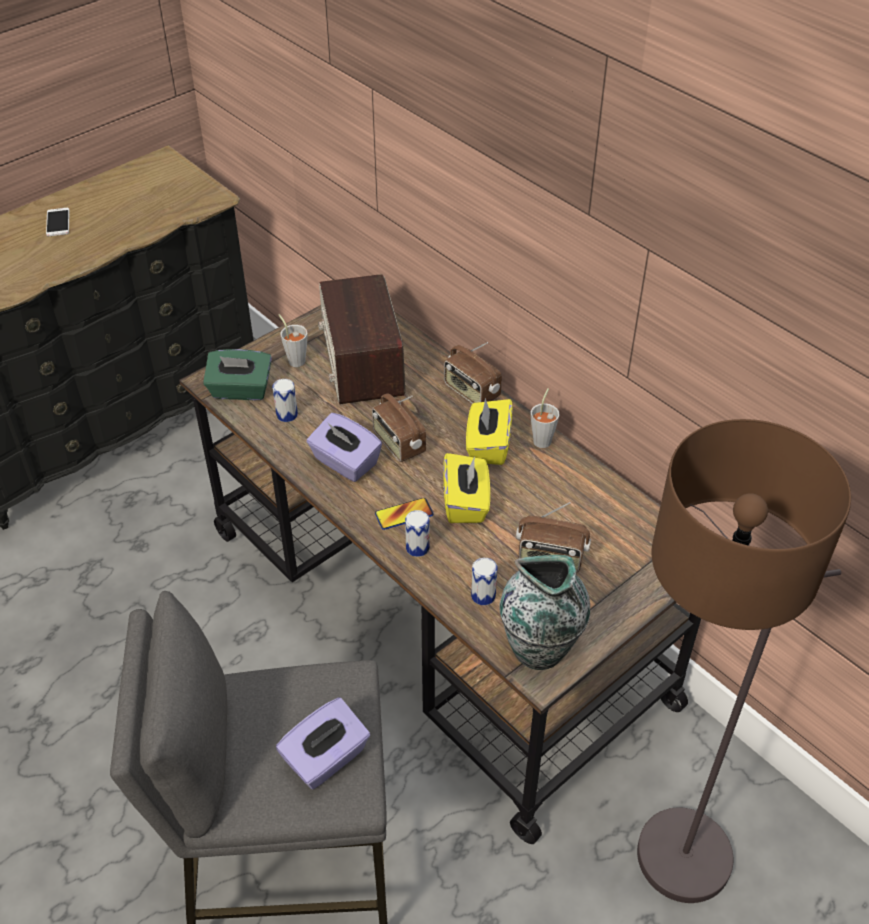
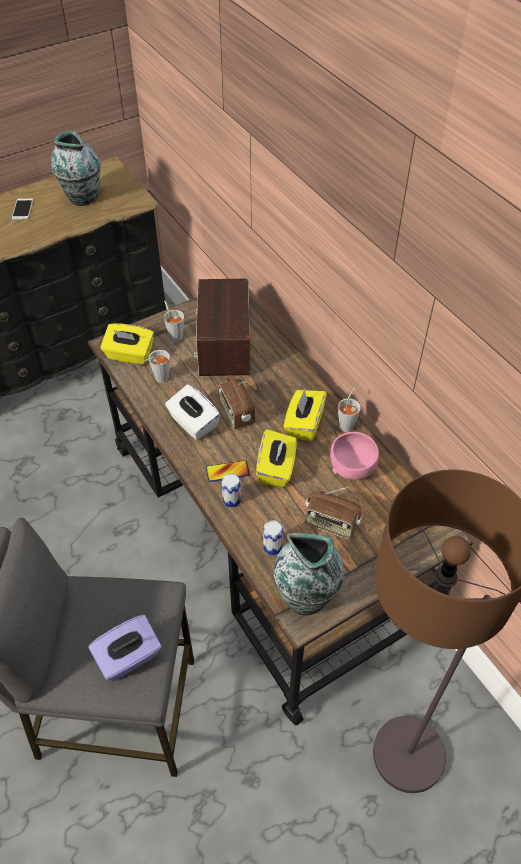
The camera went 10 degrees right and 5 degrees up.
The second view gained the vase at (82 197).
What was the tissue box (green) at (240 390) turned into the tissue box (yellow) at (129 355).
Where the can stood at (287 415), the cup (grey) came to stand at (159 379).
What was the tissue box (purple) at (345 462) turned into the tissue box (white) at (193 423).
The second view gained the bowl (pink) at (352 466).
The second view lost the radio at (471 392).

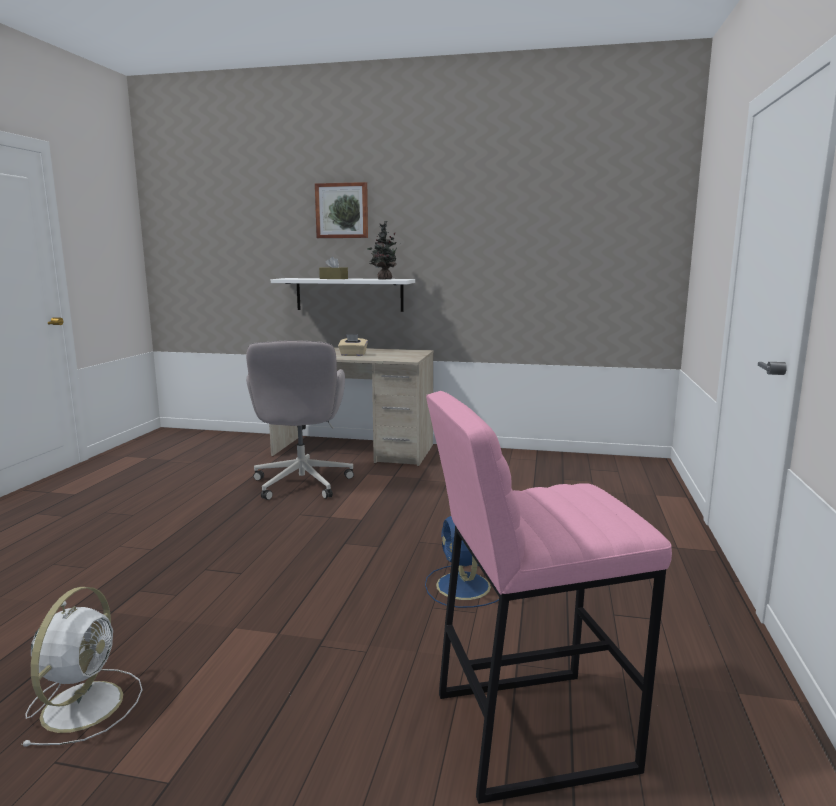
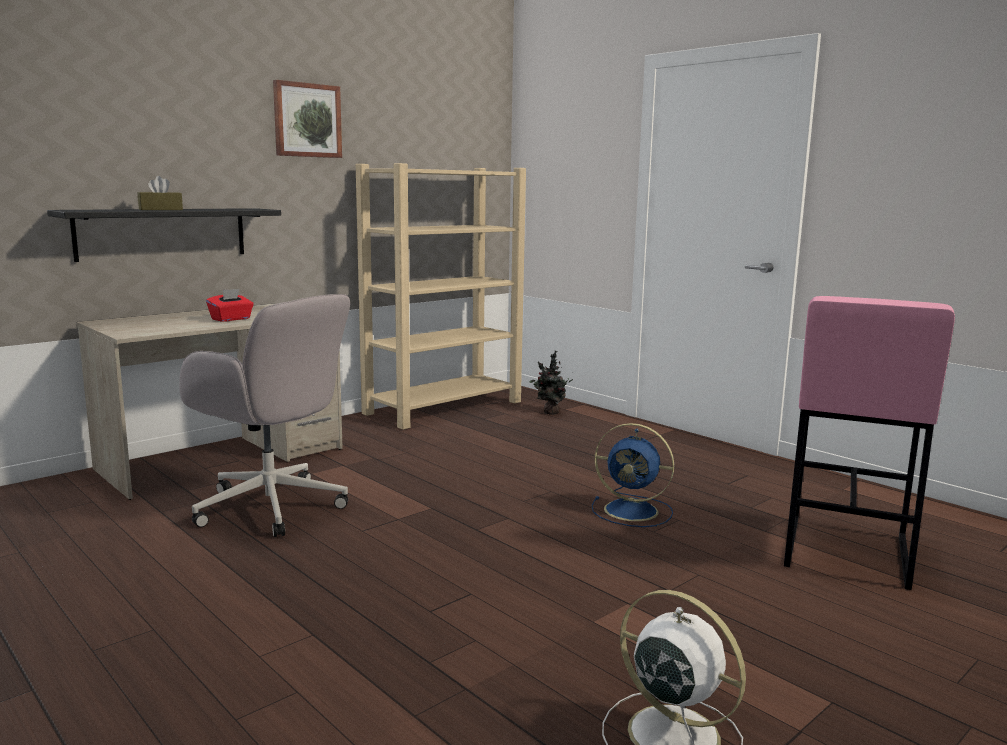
The camera went 55 degrees left and 0 degrees up.
What was the shelf (white) at (349 294) turned into the shelf (black) at (162 233).
What was the tissue box (beige) at (353 355) turned into the tissue box (red) at (231 319).
The picture ended up elsewhere, having gone from (342 210) to (307 120).
The second view gained the bookcase (beige) at (443 407).
The potted plant ended up elsewhere, having gone from (383 279) to (550 413).

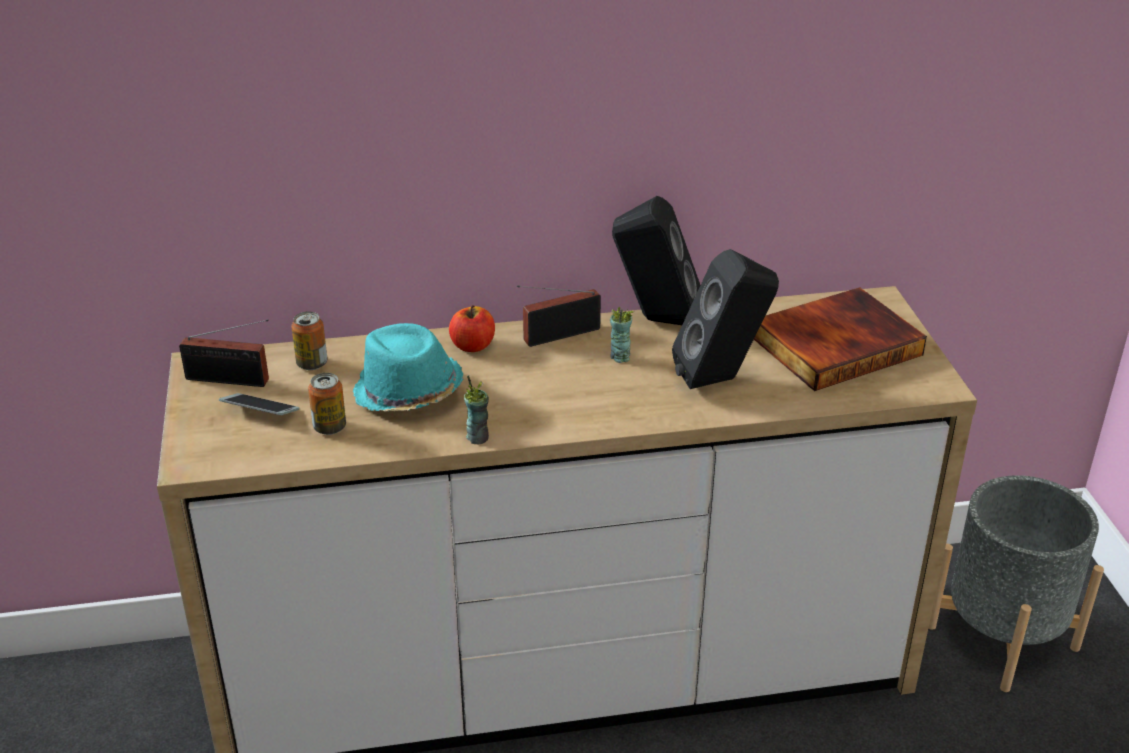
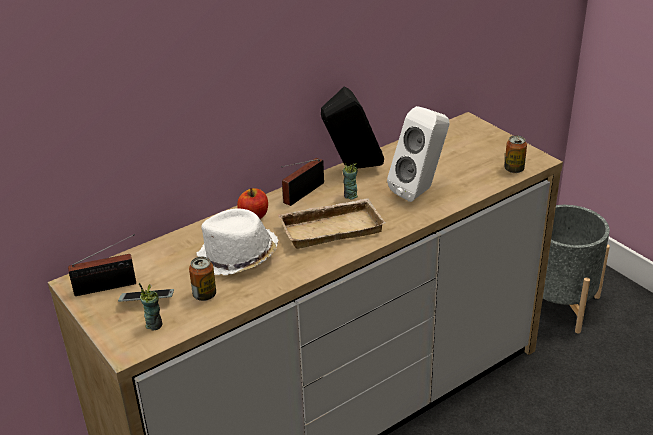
The camera went 25 degrees left and 0 degrees up.
The cup ended up elsewhere, having gone from (478 437) to (154 324).
What was the hat (turquoise) at (407 393) turned into the hat (white) at (237 257).
The second view gained the tray (beige) at (331 227).
What was the speaker (black) at (722 379) turned into the speaker (white) at (420 191).
The can ended up elsewhere, having gone from (312 364) to (514 169).
The second view lost the book at (835 344).

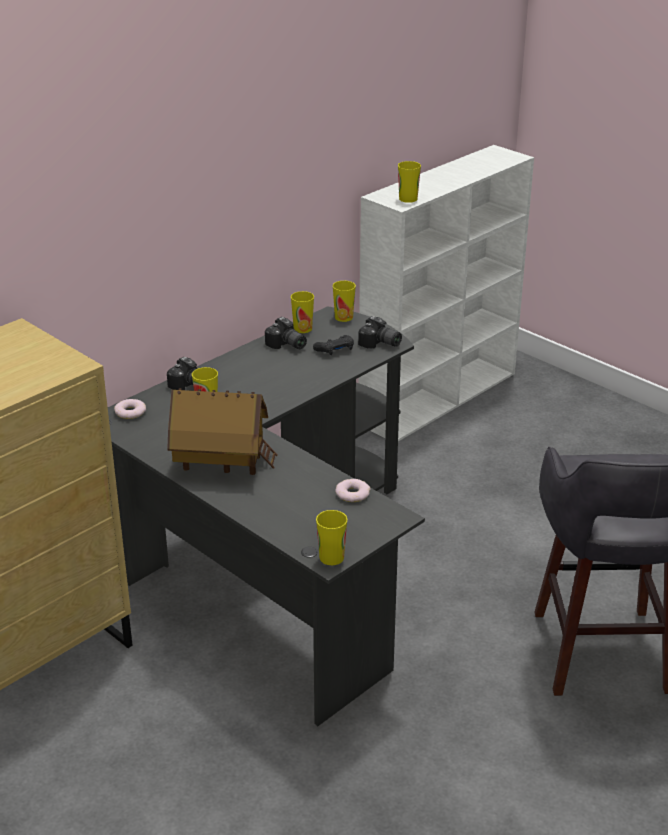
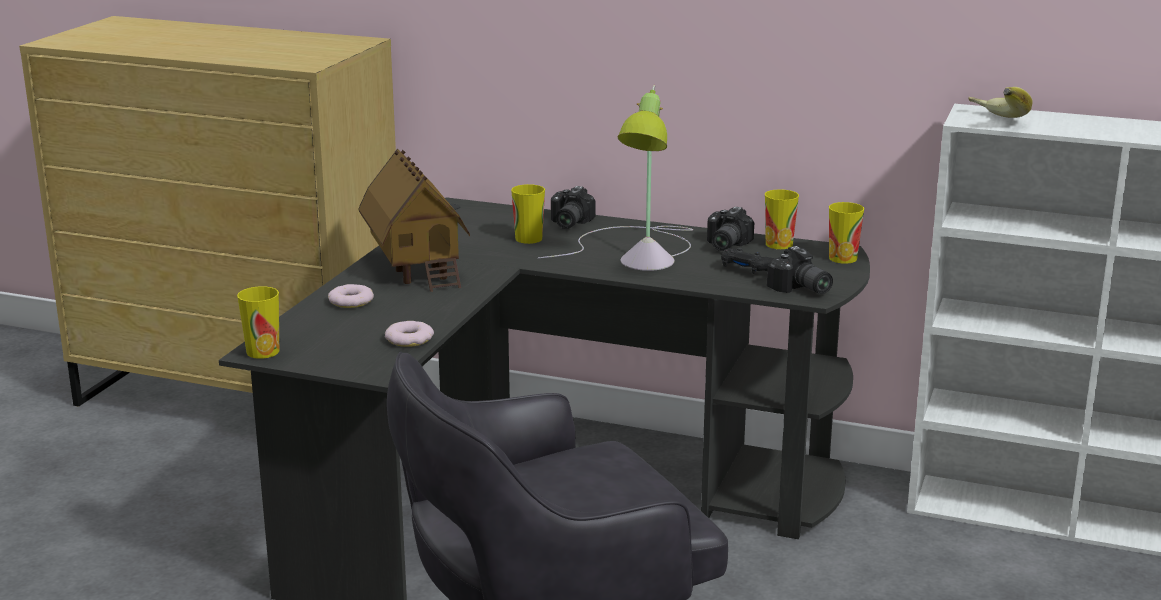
The camera went 65 degrees right and 10 degrees down.
The donut ended up elsewhere, having gone from (130 412) to (351 301).
The second view gained the table lamp at (640 253).
The photo camera at (380 344) ended up facing another way, 45 degrees counterclockwise from before.
Where the cup stood at (408 199), the banana came to stand at (993 121).

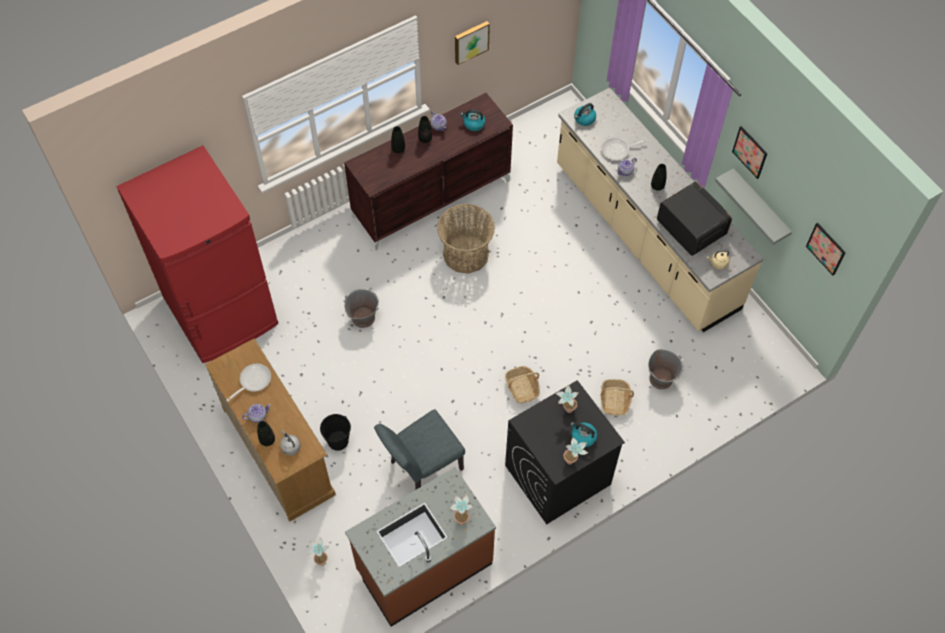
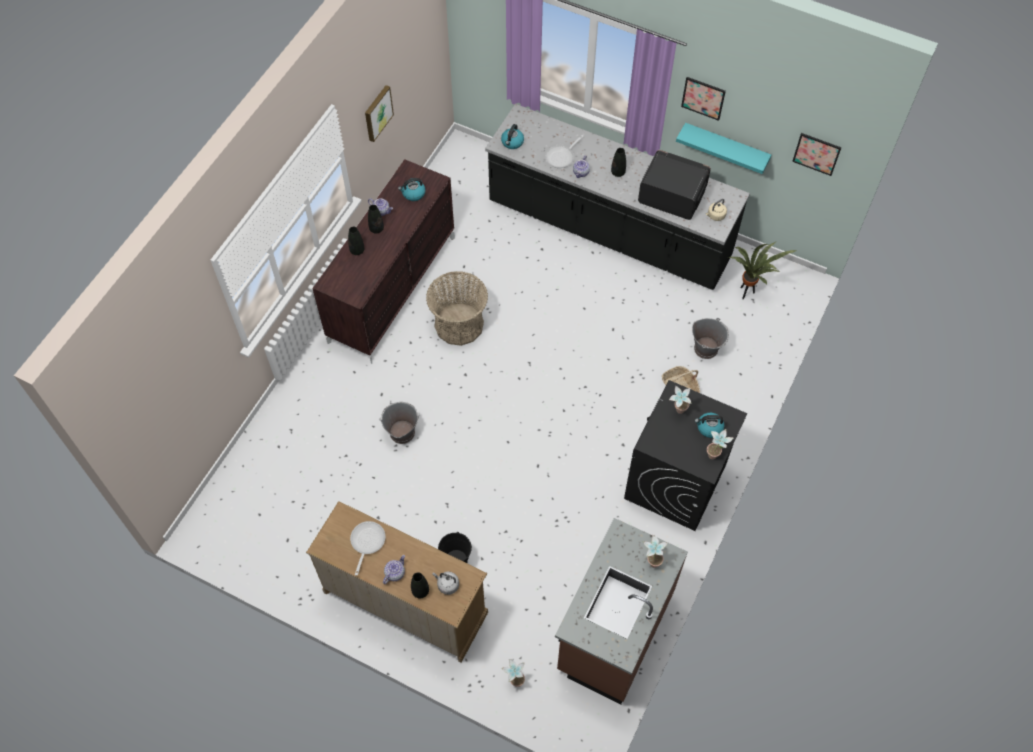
The camera went 30 degrees left and 0 degrees up.
What was the counter (beige) at (644 237) turned into the counter (black) at (609 231).
What was the shelf (grey) at (759 207) turned into the shelf (turquoise) at (726 147).
The second view gained the potted plant at (747 293).
The second view lost the fridge (red) at (221 311).
The second view lost the chair (grey) at (421 468).
The second view lost the basket at (522 388).

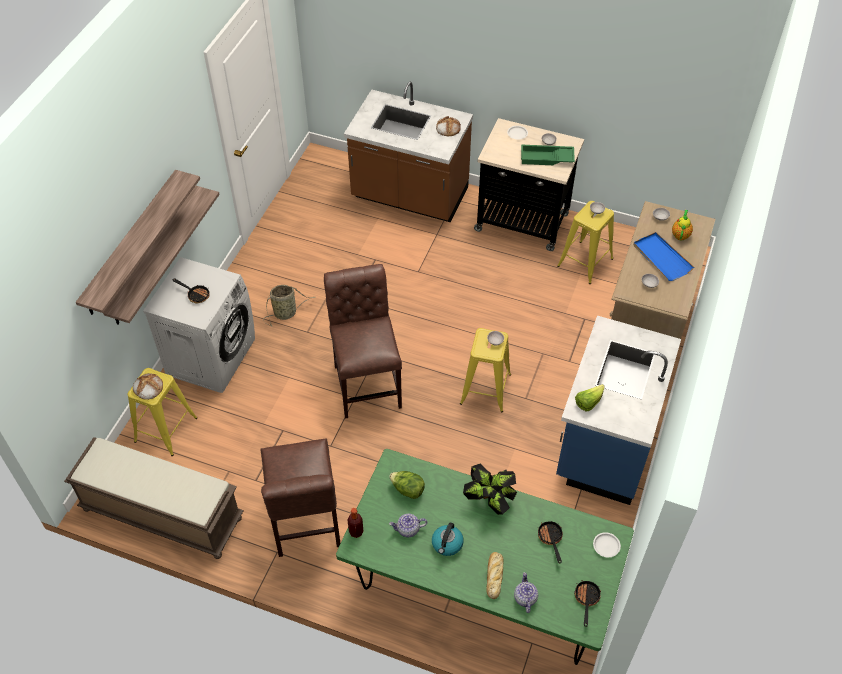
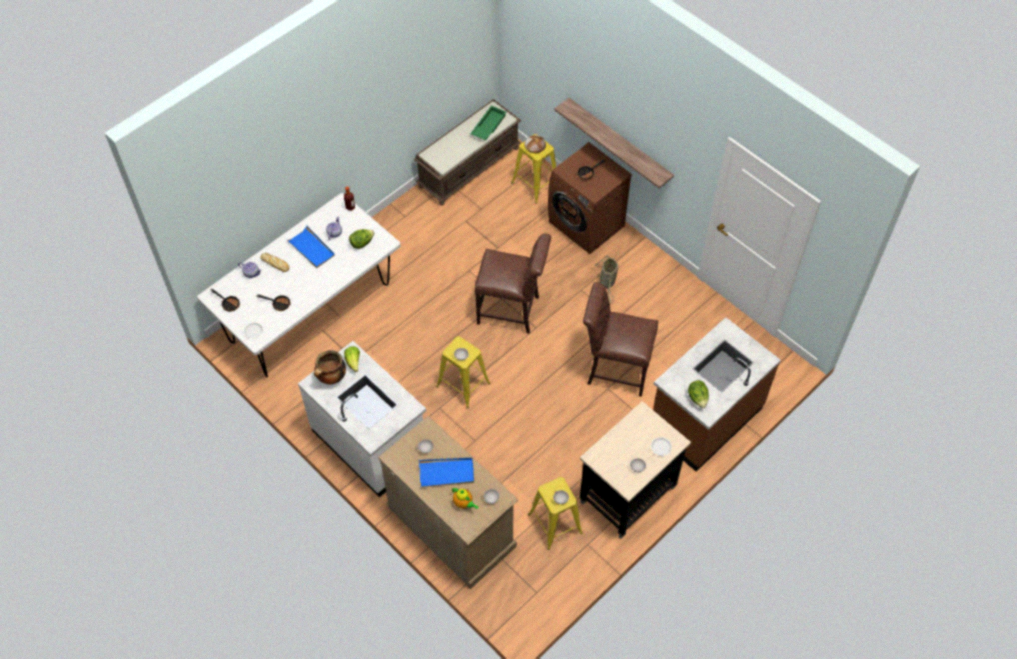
The camera went 115 degrees right and 5 degrees up.
What was the dining table (green) at (479 590) turned into the dining table (white) at (310 312).
Where the kettle stood at (447 544), the tray (blue) came to stand at (311 248).
What was the counter (blue) at (605 442) turned into the counter (white) at (370 442).
The second view gained the cooking pot at (331 378).
The tray (green) ended up elsewhere, having gone from (546 159) to (488 126).
What was the washing machine (white) at (211 358) turned into the washing machine (brown) at (586 225).
The chair (brown) ended up elsewhere, having gone from (305 524) to (615 369).
Where the bread stood at (447 128), the lettuce came to stand at (697 398).
The second view lost the shelf at (131 243).
The second view lost the potted plant at (489 500).

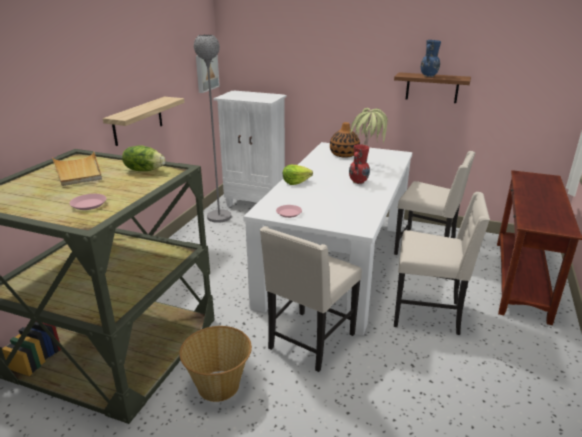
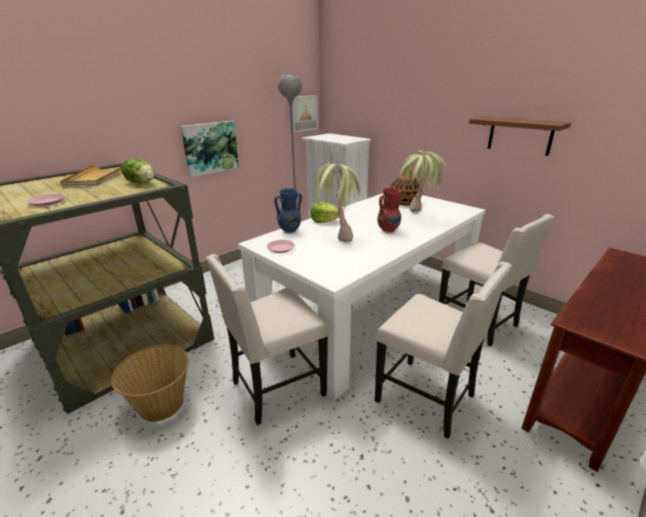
The camera went 25 degrees right and 0 degrees up.
Where the shelf hung at (138 120), the picture came to hang at (210 148).
The vase (blue) ended up elsewhere, having gone from (429 76) to (290 231).
The second view gained the potted plant at (336 235).

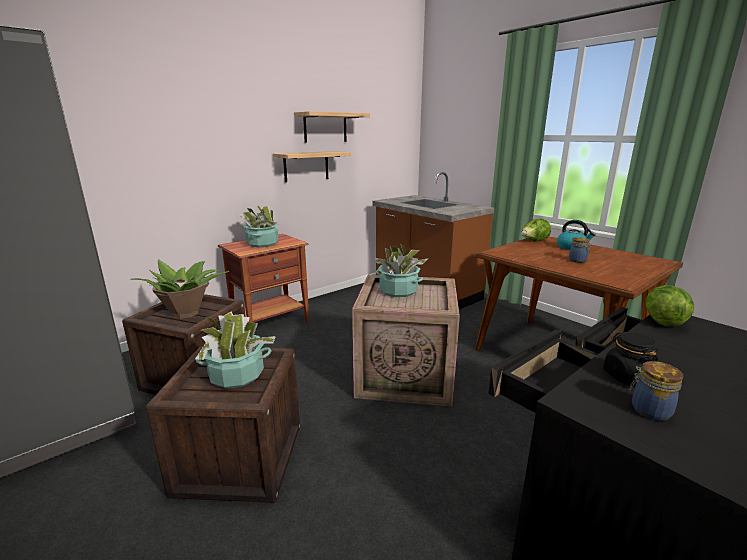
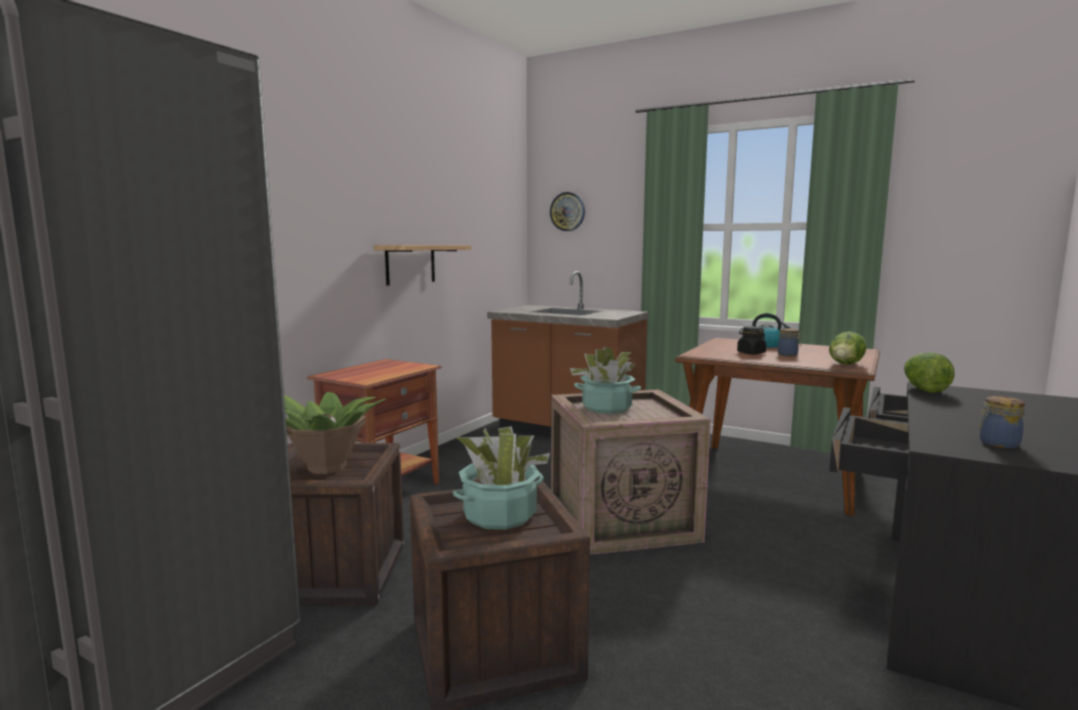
The camera went 20 degrees left and 10 degrees down.
The second view gained the wall clock at (567 211).
The jar (black) ended up elsewhere, having gone from (627 377) to (751 353).
The lettuce ended up elsewhere, having gone from (533 241) to (845 365).
The second view lost the potted plant at (262 243).
The second view lost the shelf at (325 127).

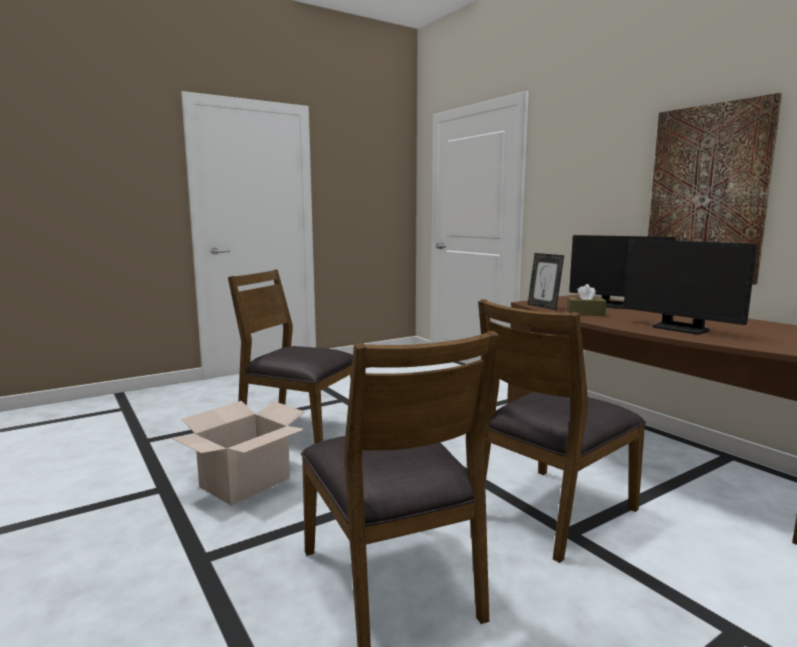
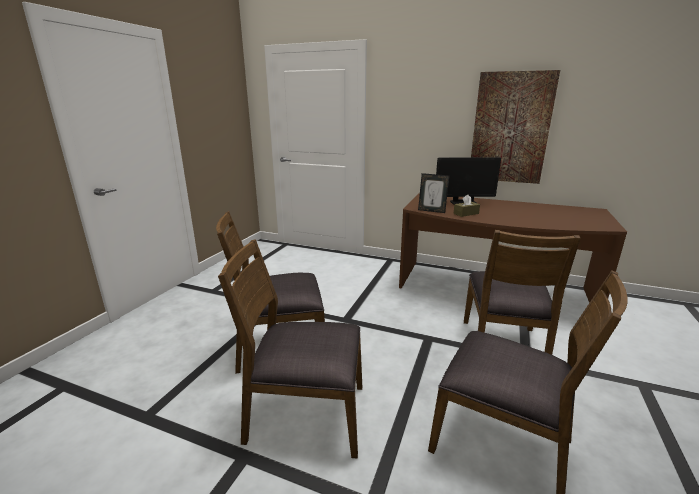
The camera went 35 degrees left and 10 degrees up.
Where the cardboard box stood at (245 482), the chair (brown) came to stand at (305 414).
The second view lost the monitor at (680 328).

